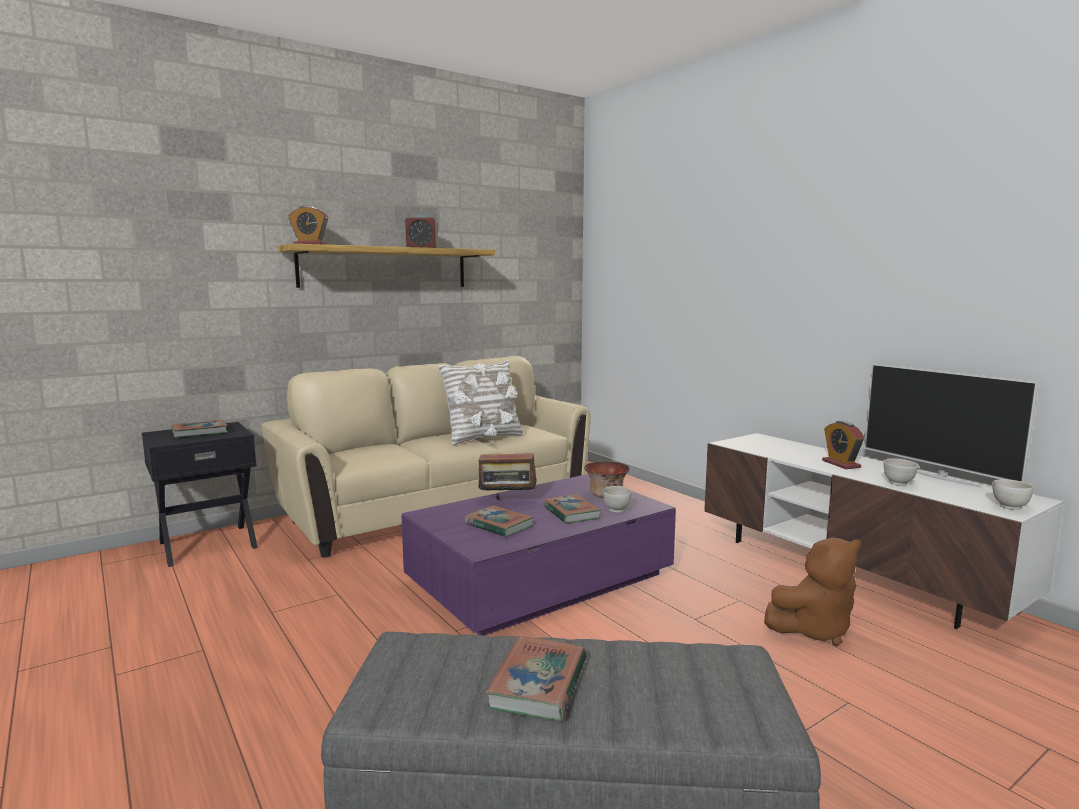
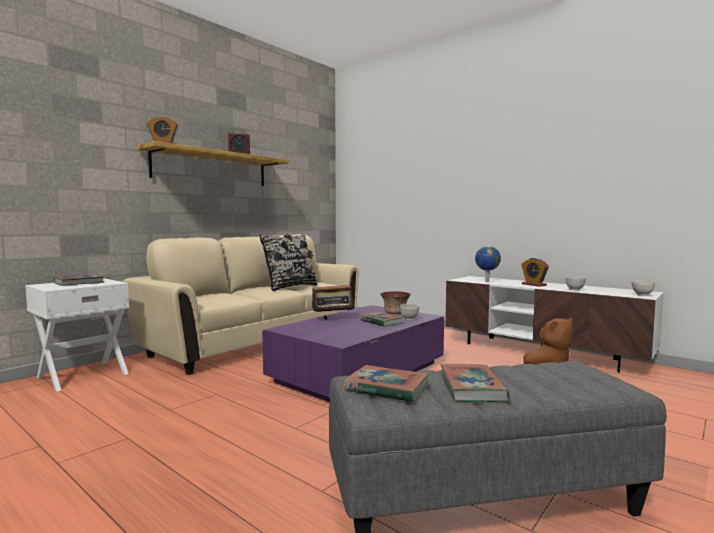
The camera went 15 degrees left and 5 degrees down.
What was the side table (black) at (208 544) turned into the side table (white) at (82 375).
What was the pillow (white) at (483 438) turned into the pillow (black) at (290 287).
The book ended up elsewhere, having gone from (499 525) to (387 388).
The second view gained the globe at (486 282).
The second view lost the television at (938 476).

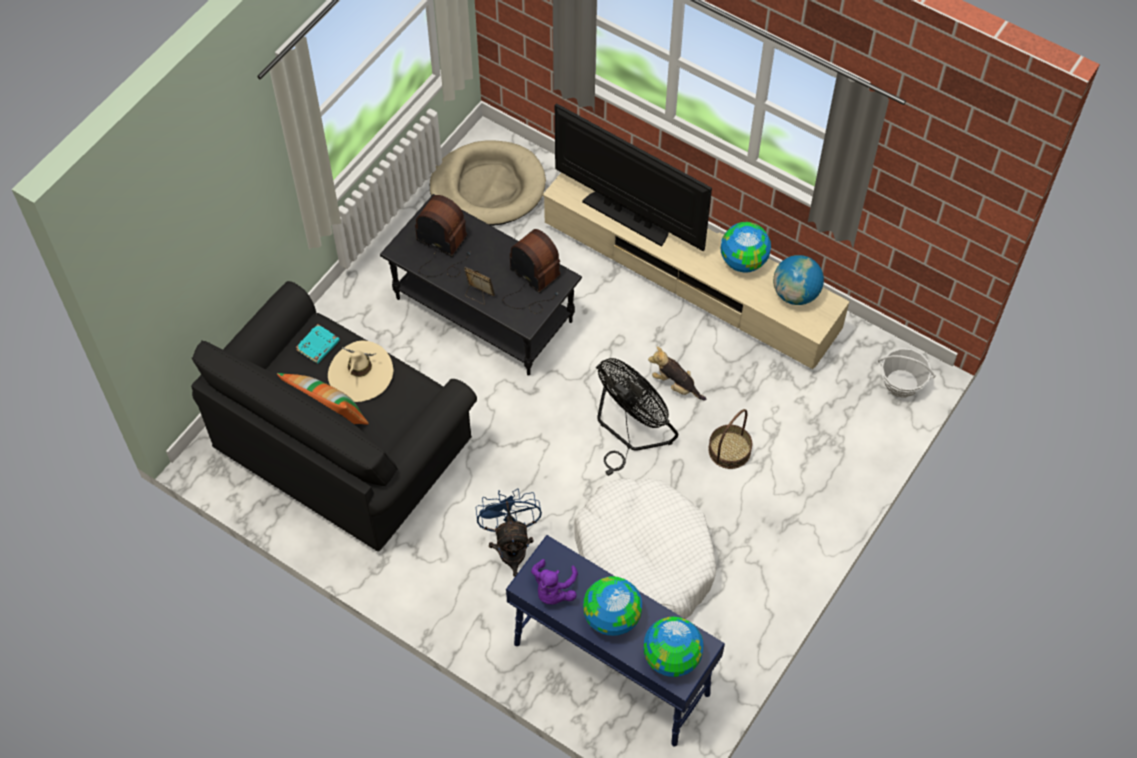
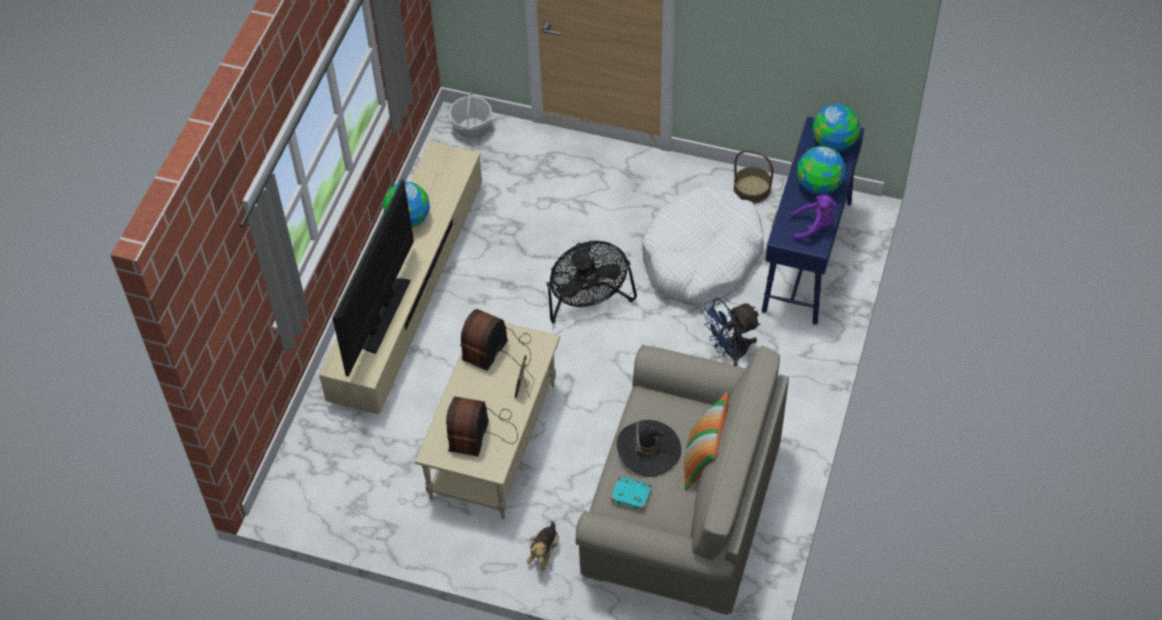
The camera went 105 degrees left and 5 degrees down.
What was the coffee table (black) at (482 311) turned into the coffee table (beige) at (494 442).
The plush toy ended up elsewhere, having gone from (675 385) to (544 551).
The fan (black) at (627 430) ended up facing another way, 135 degrees counterclockwise from before.
What was the sofa (black) at (342 445) turned into the sofa (beige) at (681 511).
What was the hat (beige) at (360 373) turned into the hat (black) at (648 449).
The basket ended up elsewhere, having gone from (729 450) to (752 189).
The second view lost the dog bed (beige) at (488 187).
The second view lost the globe at (795 294).

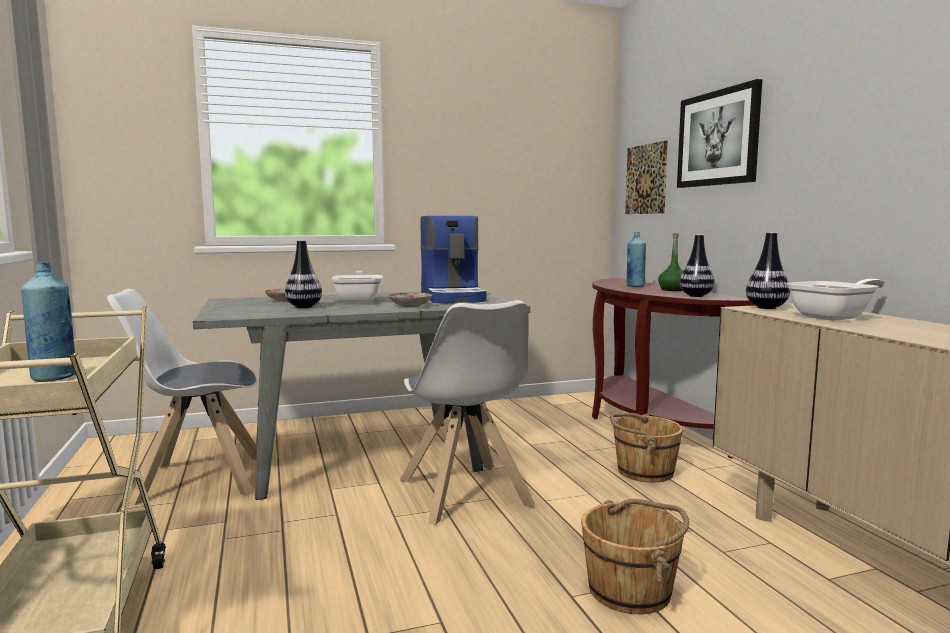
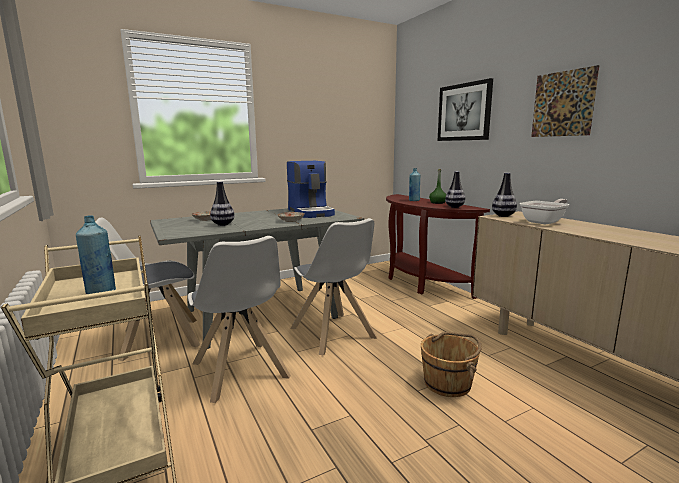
The camera went 10 degrees left and 5 degrees up.
The second view gained the chair at (240 372).
The picture ended up elsewhere, having gone from (646 179) to (563 104).
The second view lost the frying pan at (359 301).
The second view lost the bucket (brown) at (644 471).

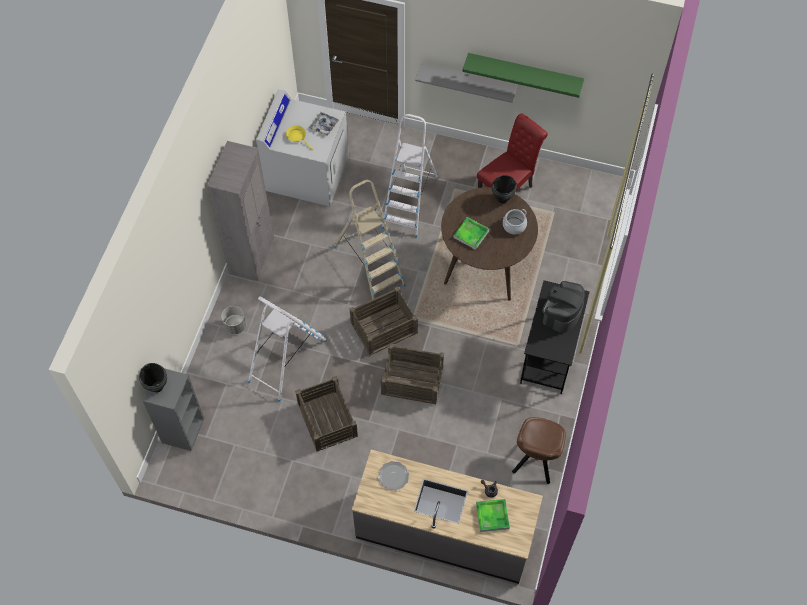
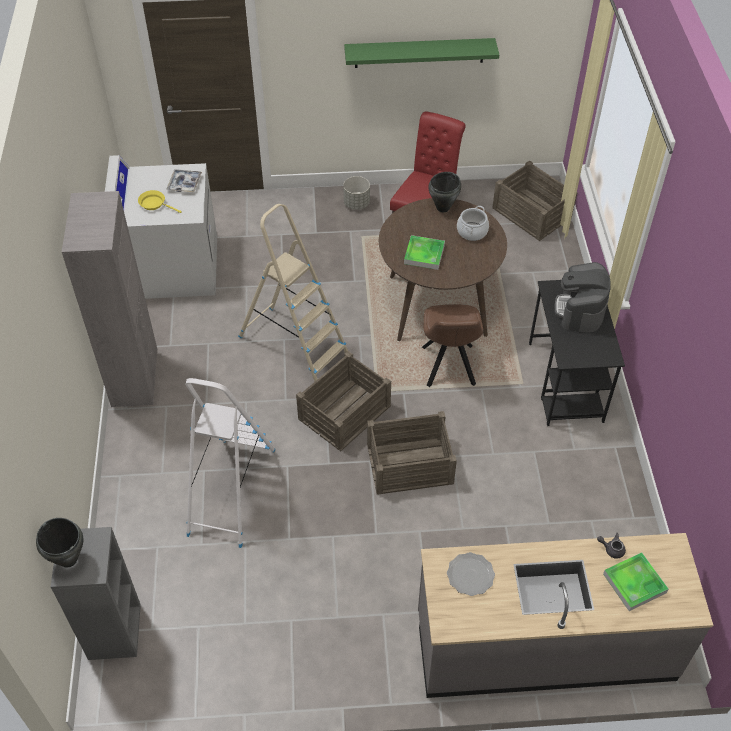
The camera went 20 degrees left and 10 degrees down.
The planter (grey) ended up elsewhere, having gone from (235 325) to (356 203).
The chair (brown) ended up elsewhere, having gone from (535 460) to (449 366).
The crate ended up elsewhere, having gone from (327 420) to (532 213).
The second view lost the step ladder (white) at (410 202).
The second view lost the shelf (grey) at (469 79).

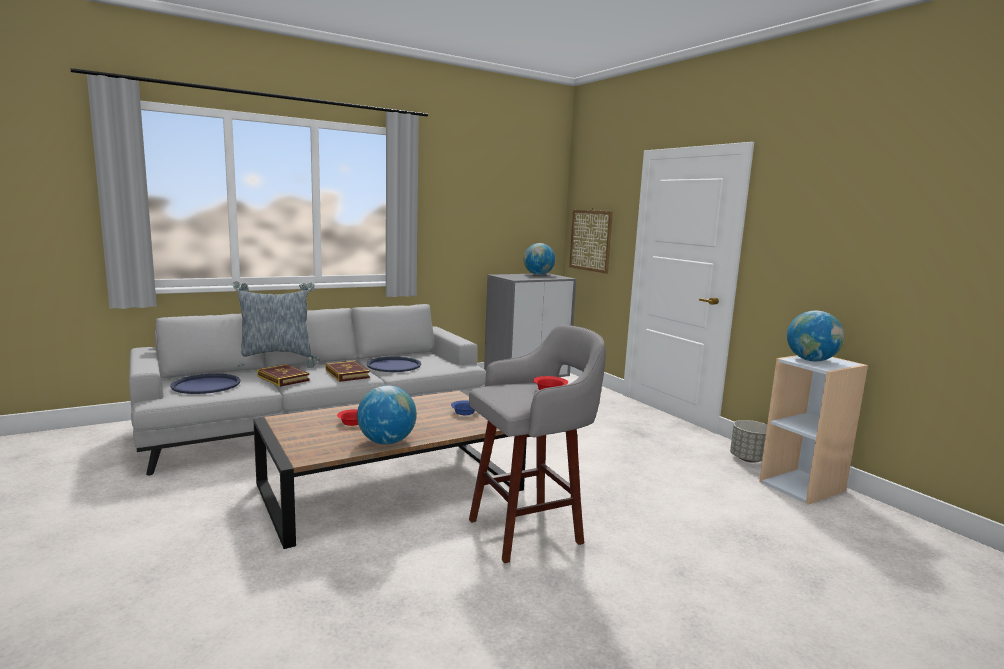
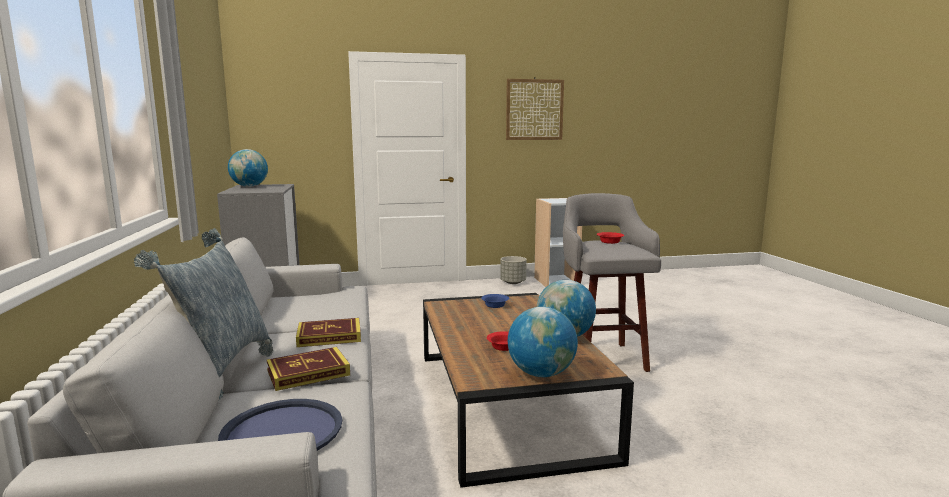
The camera went 70 degrees left and 0 degrees up.
The picture ended up elsewhere, having gone from (590 239) to (534 108).
The globe ended up elsewhere, having gone from (811 360) to (541 373).
The second view lost the tray (blue) at (394 365).

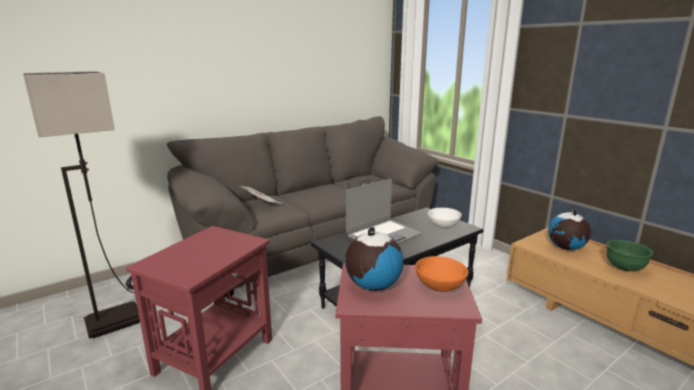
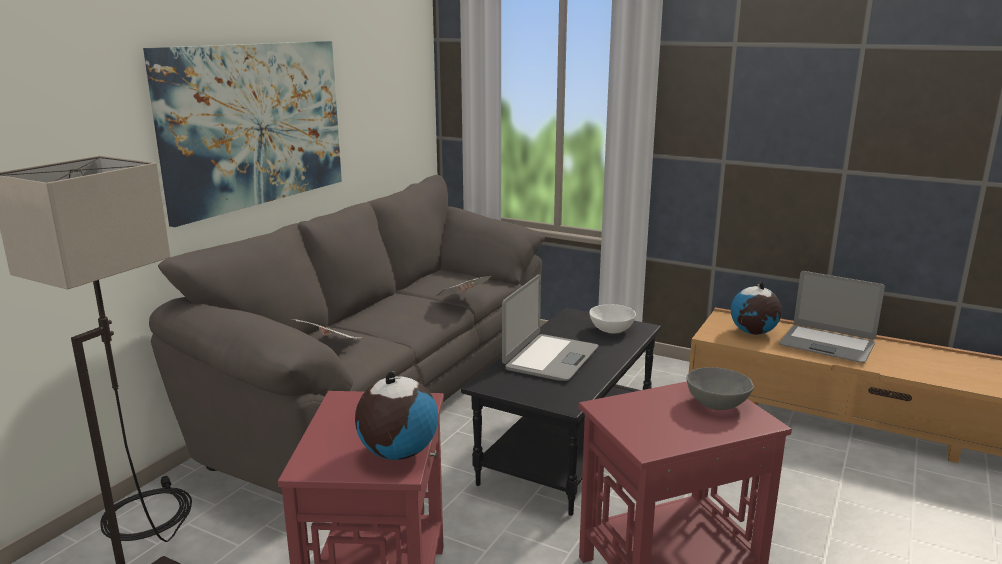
The camera went 25 degrees left and 0 degrees up.
The second view gained the picture at (255 125).
The globe ended up elsewhere, having gone from (372 286) to (397 453).
What was the bowl (orange) at (440 286) turned into the bowl (grey) at (717 404).
Where the bowl (green) stood at (625 268), the laptop came to stand at (827 345).

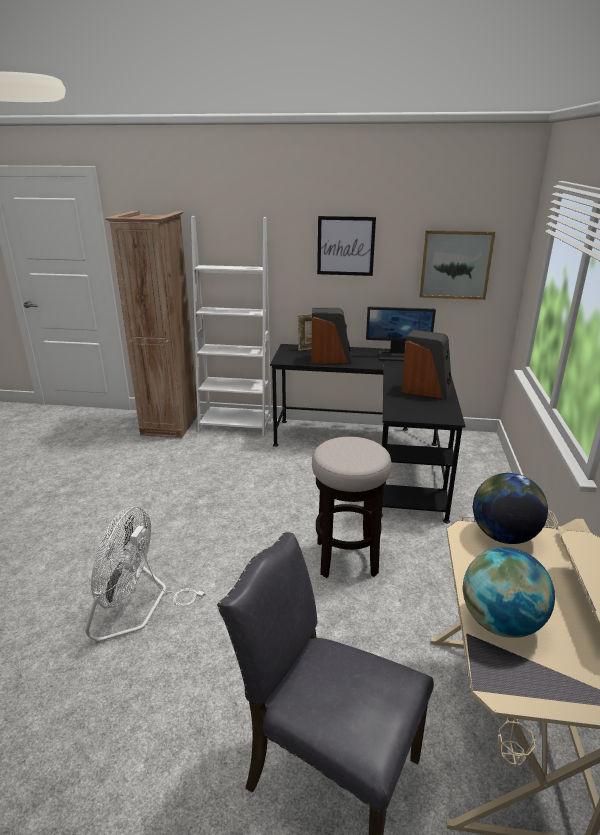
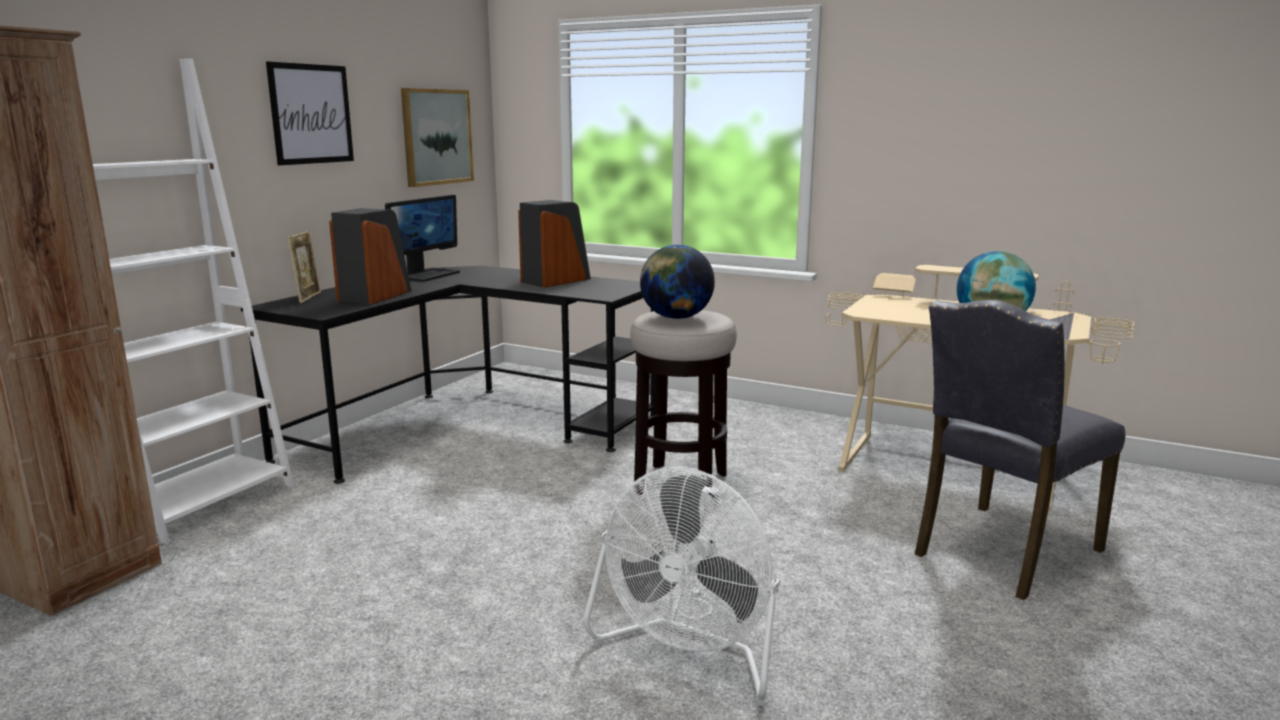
The camera went 70 degrees left and 10 degrees down.
The globe ended up elsewhere, having gone from (503 535) to (676 318).

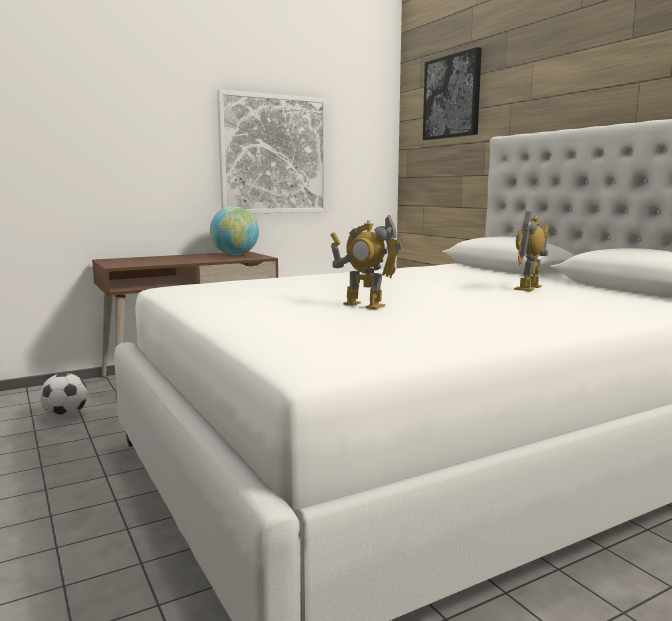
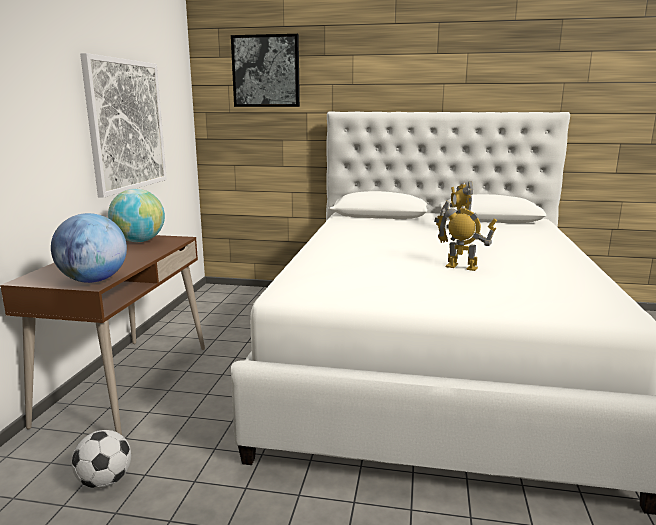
The camera went 50 degrees left and 5 degrees up.
The second view gained the globe at (94 280).
The toy robot at (364 305) ended up facing another way, 135 degrees counterclockwise from before.

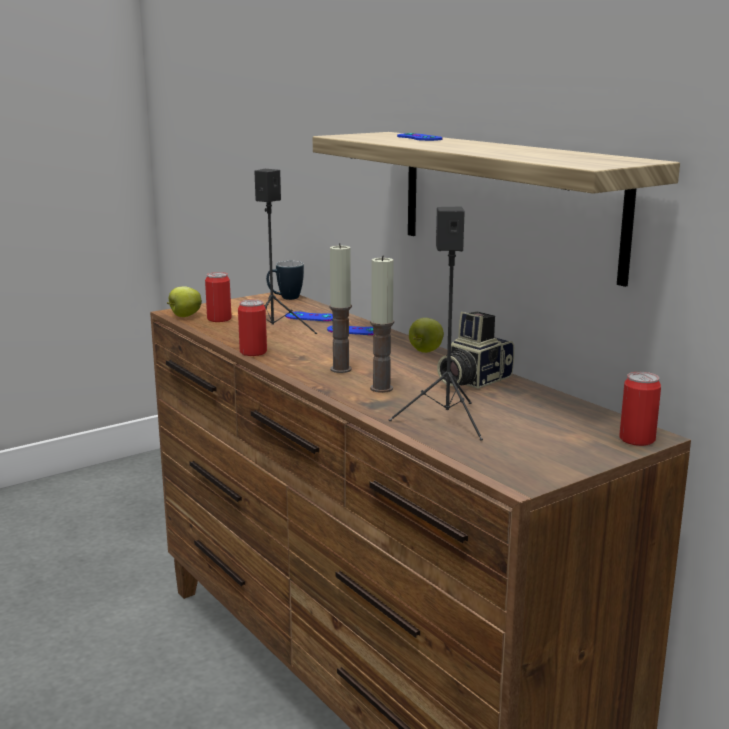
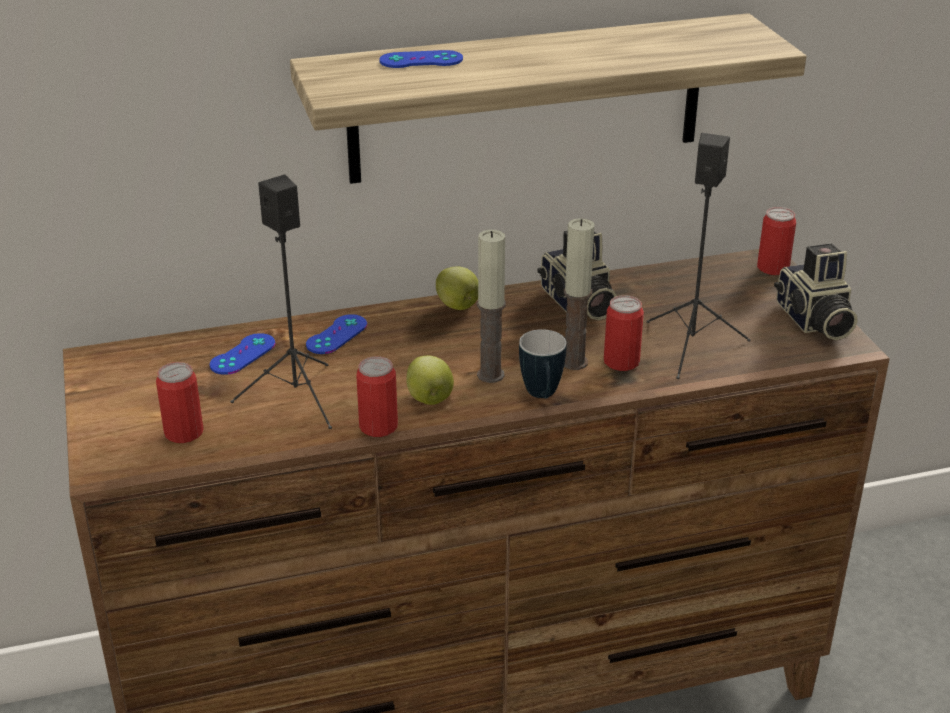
The camera went 70 degrees left and 15 degrees up.
The apple ended up elsewhere, having gone from (184 316) to (430 400).
The mug ended up elsewhere, having gone from (285 298) to (542 396).
The second view gained the can at (621 362).
The second view gained the photo camera at (813 321).

